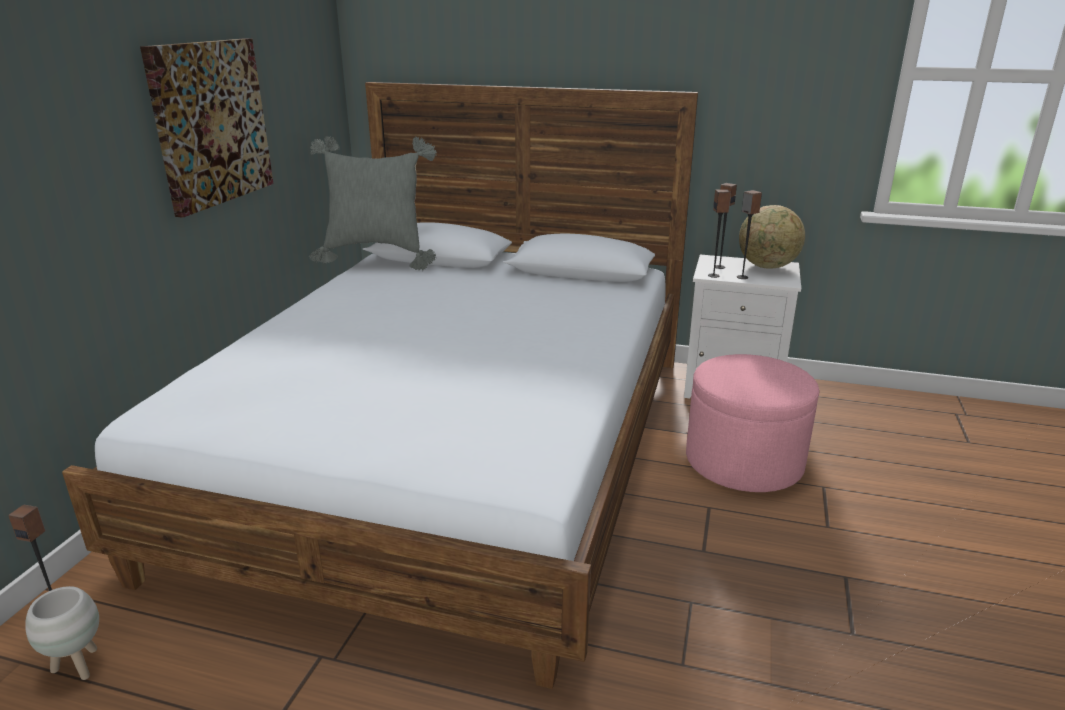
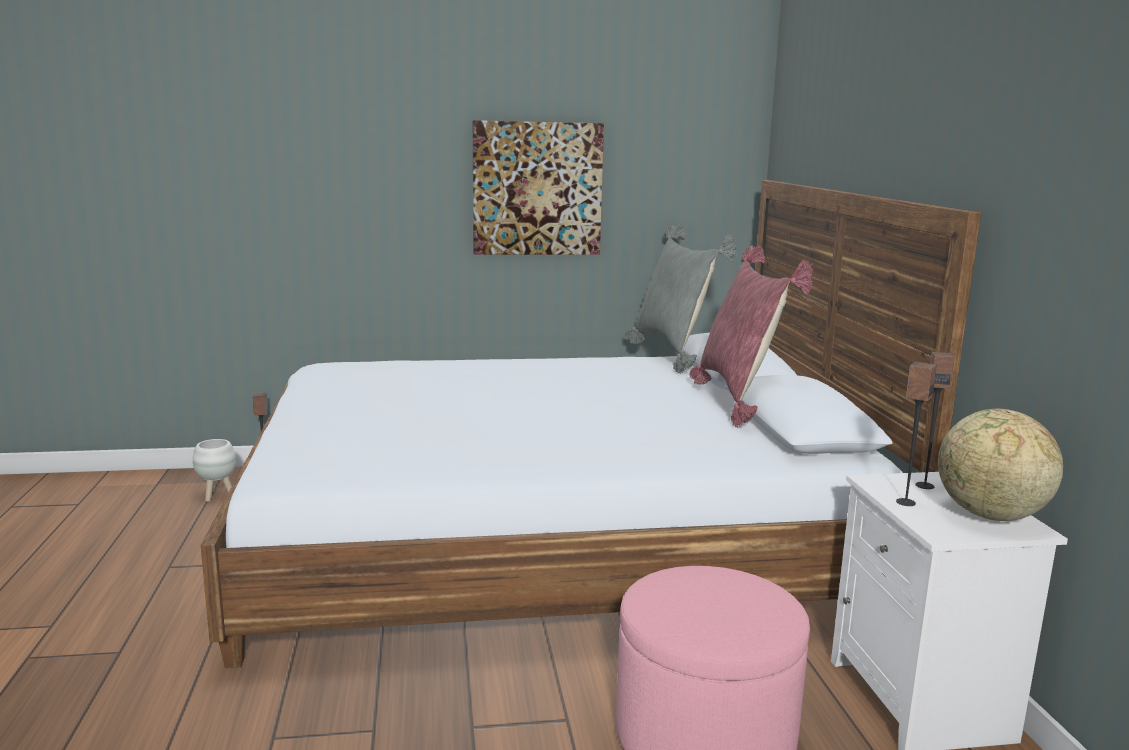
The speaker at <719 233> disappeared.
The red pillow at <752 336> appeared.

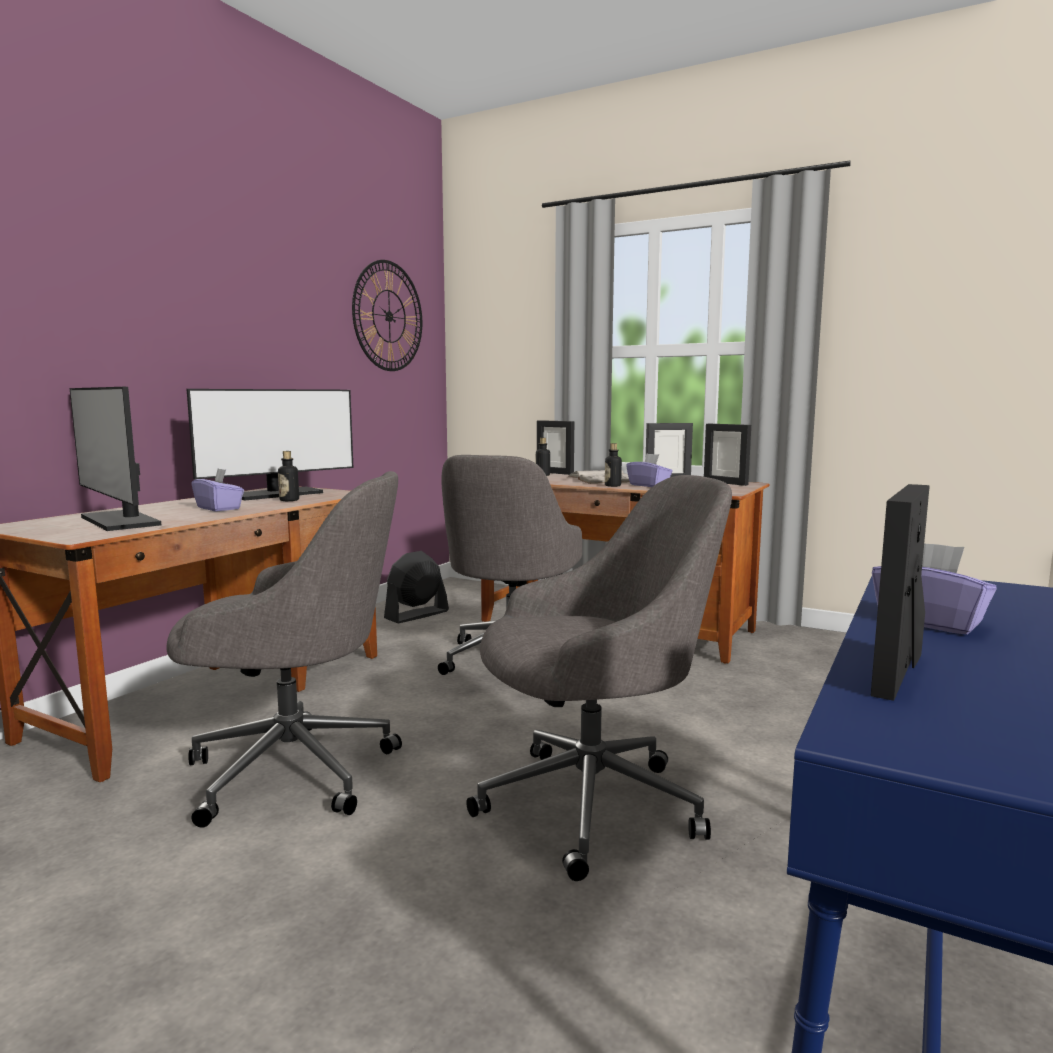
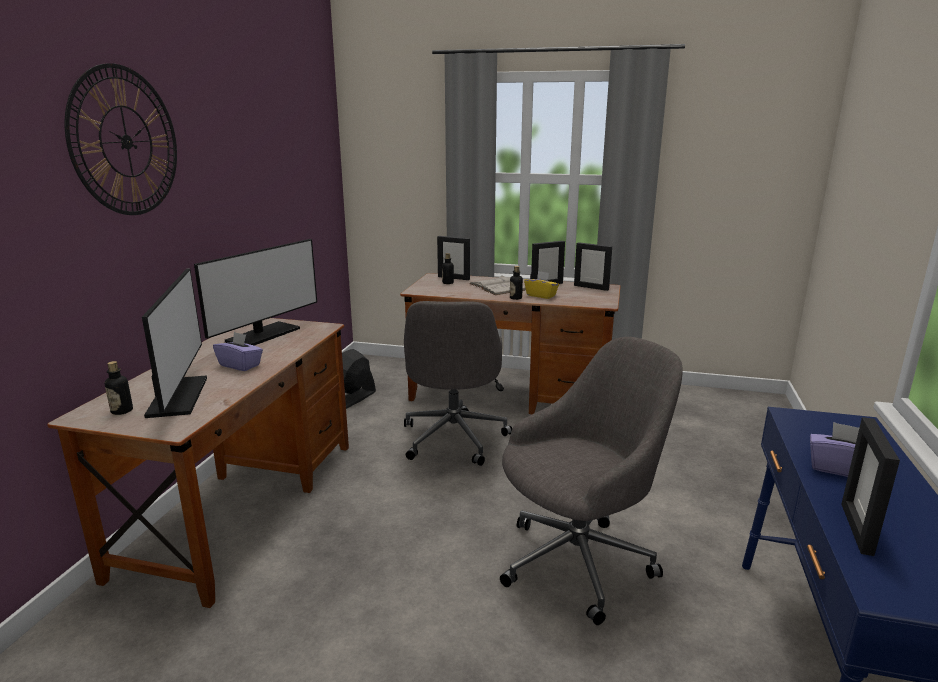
The wall clock moved from <387 315> to <121 139>.
The monitor at <115 459> turned 135 degrees counterclockwise.
The bottle moved from <288 476> to <119 388>.
The purple tissue box at <649 470> became the yellow tissue box at <541 285>.
The grey office chair at <284 649> disappeared.

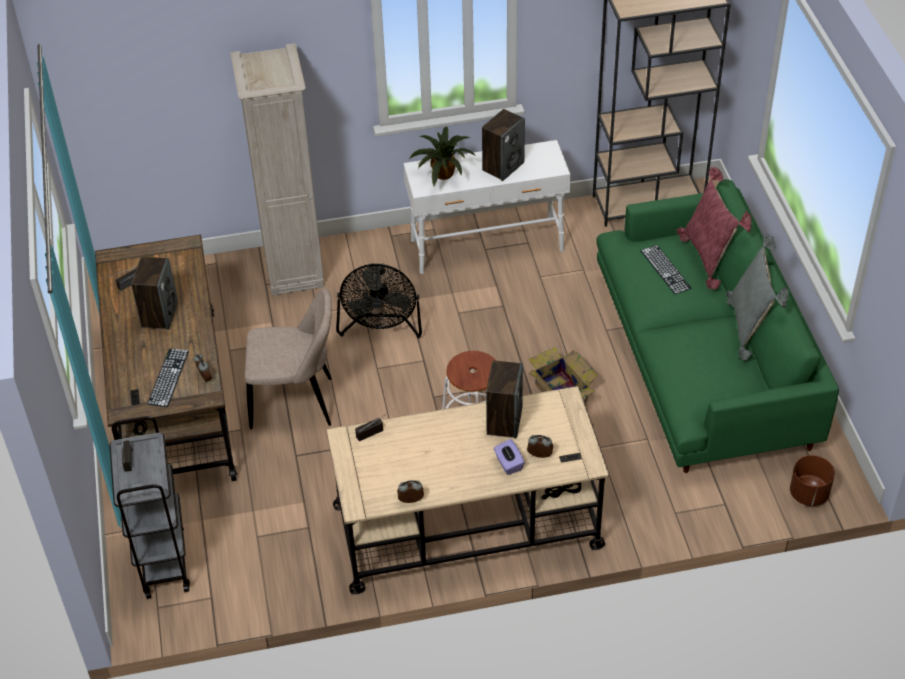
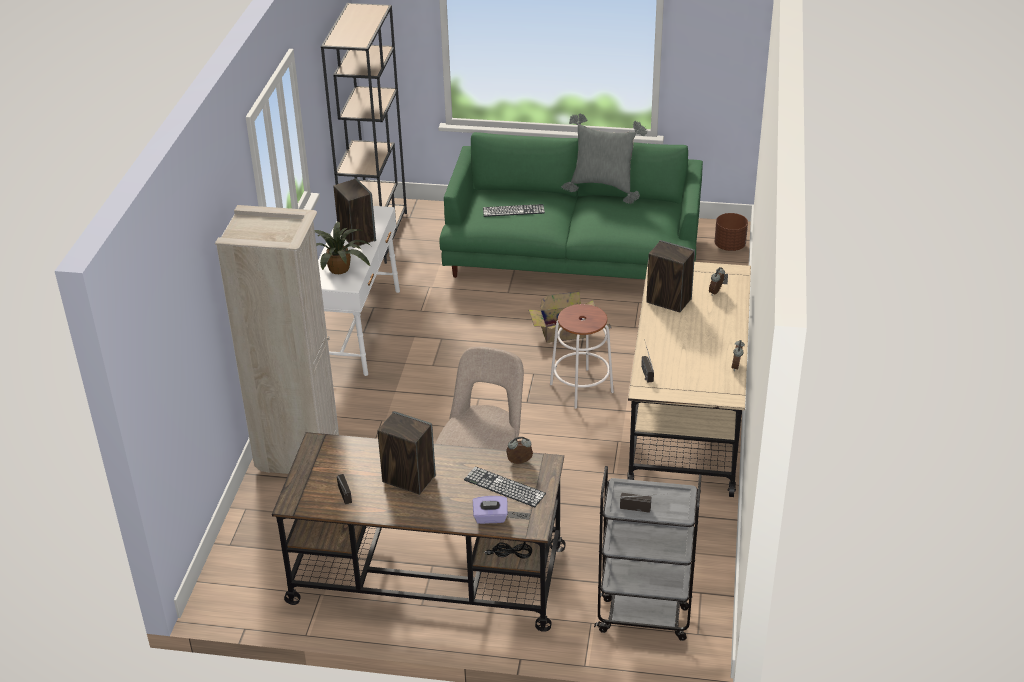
The red pillow at <714 228> disappeared.
The black fan at <379 301> disappeared.
The purple tissue box moved from <509 457> to <490 510>.

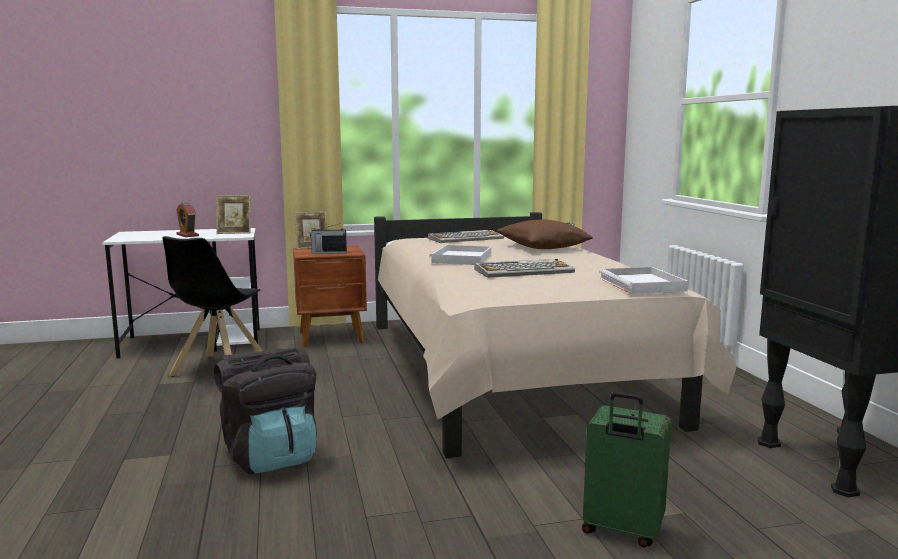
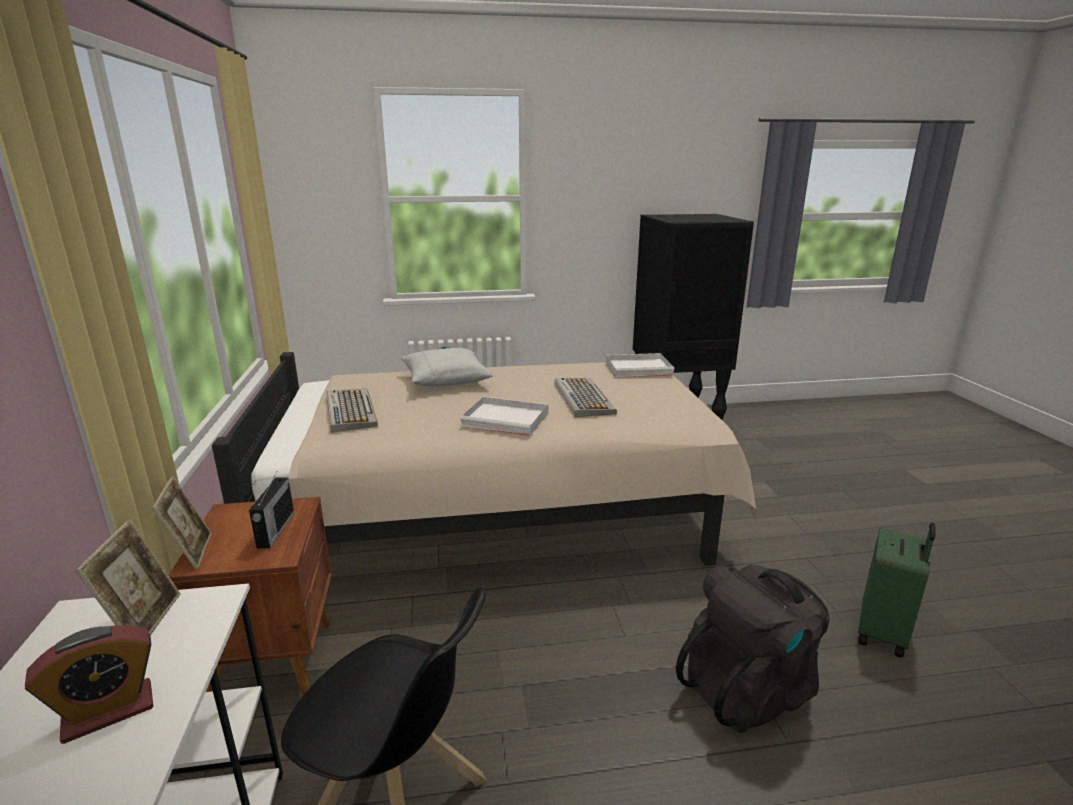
The brown pillow at <545 234> became the grey pillow at <446 366>.
The green suitcase moved from <627 469> to <897 590>.

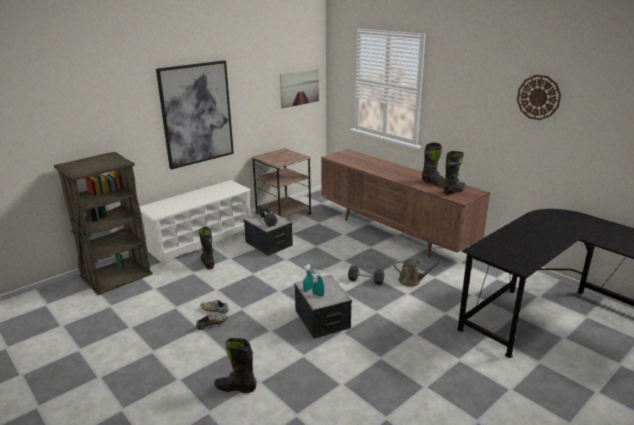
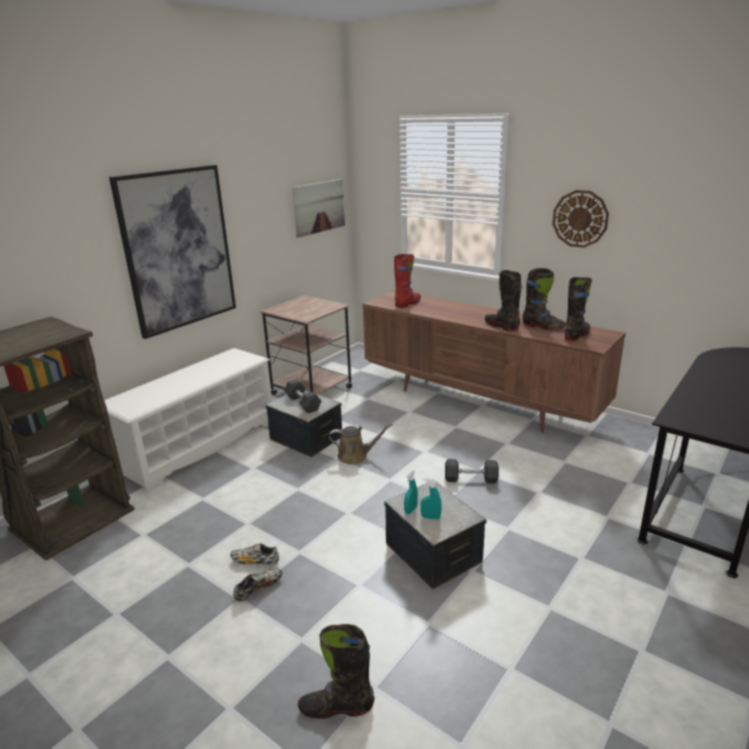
The wall clock moved from <539 97> to <580 219>.
The black boot moved from <207 248> to <503 300>.
The brown watering can moved from <418 273> to <361 444>.
The red boot at <407 281> appeared.

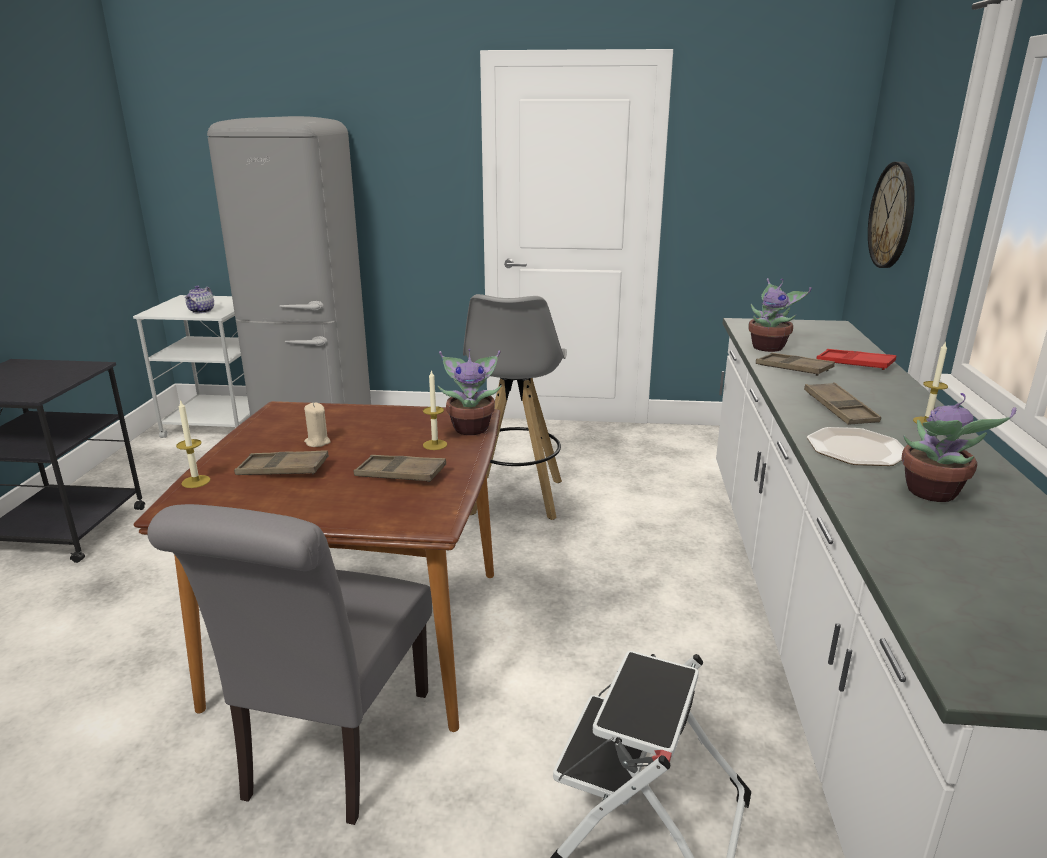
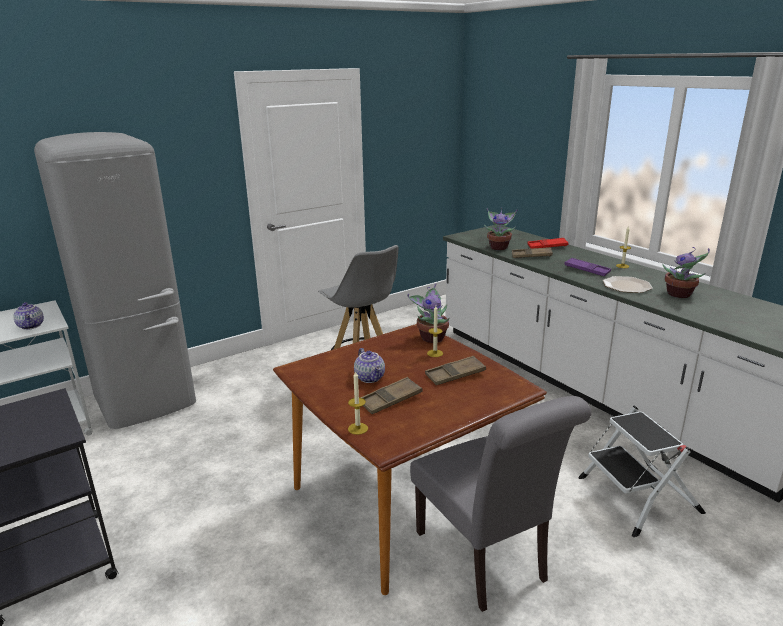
The wall clock at <891 215> disappeared.
The brown tray at <842 403> became the purple tray at <587 267>.
The beige candle at <317 425> was replaced by the teapot at <369 365>.

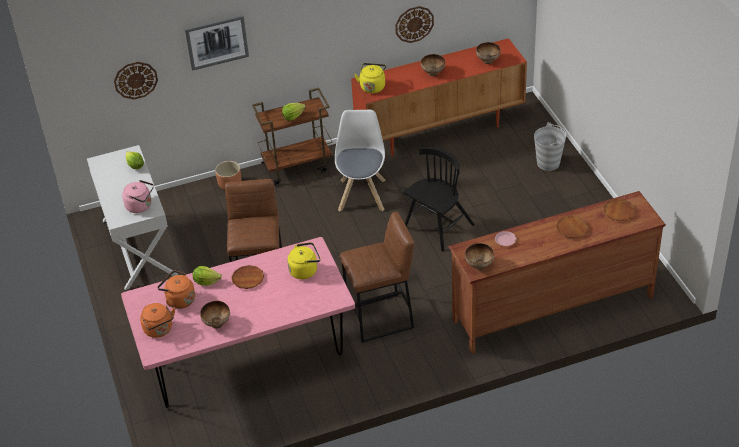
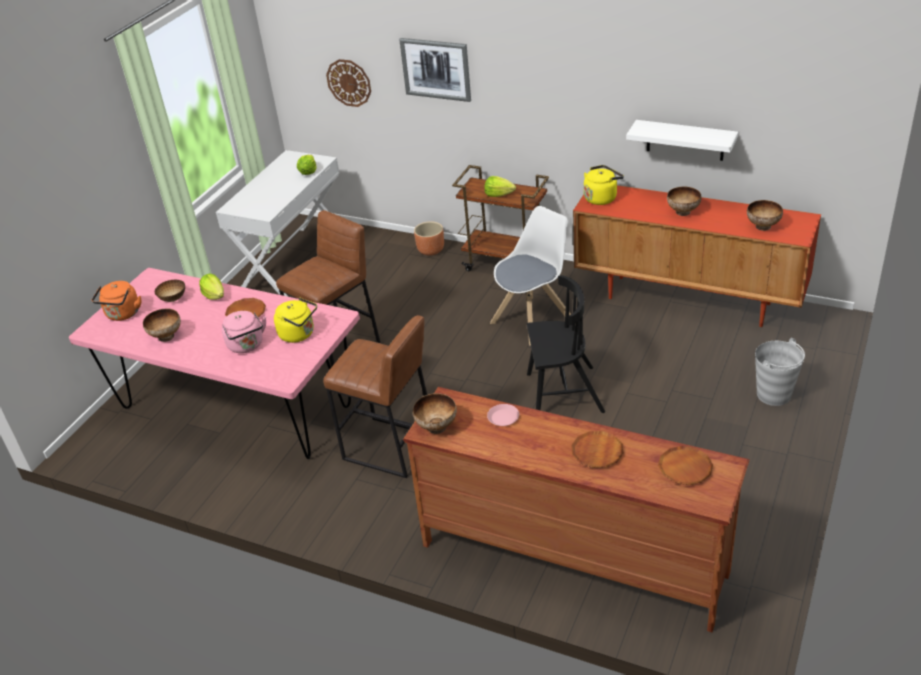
The wall clock at <414 24> was replaced by the white shelf at <682 140>.
The pink kettle moved from <138 196> to <244 332>.
The orange kettle at <176 290> was replaced by the bowl at <170 290>.

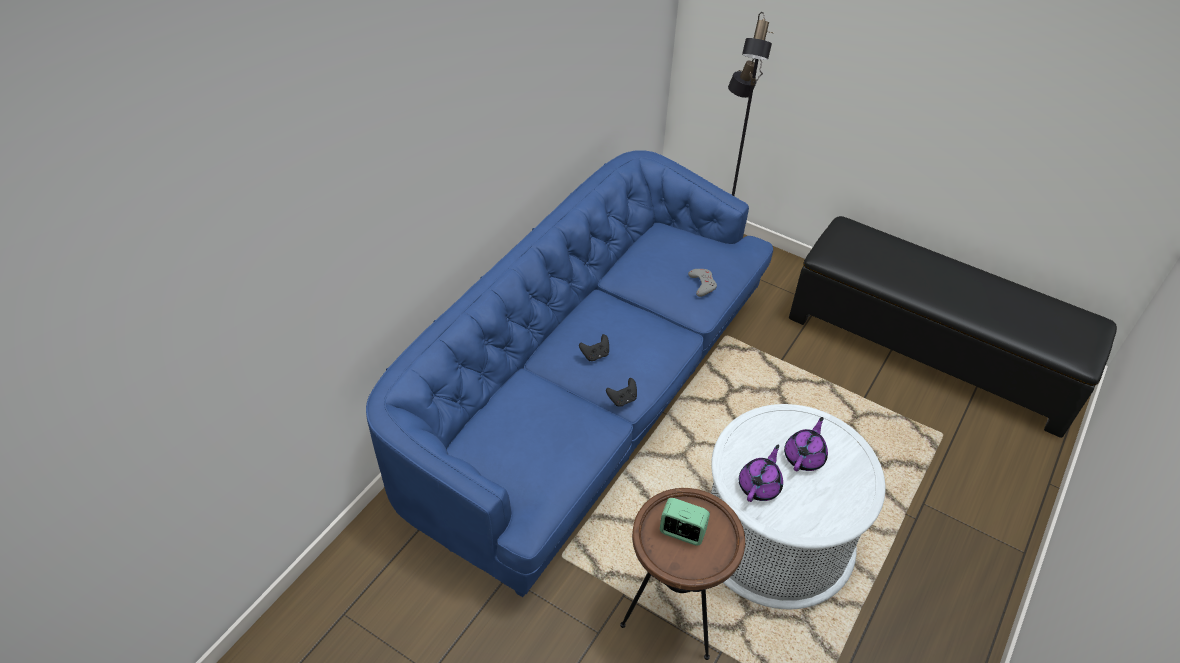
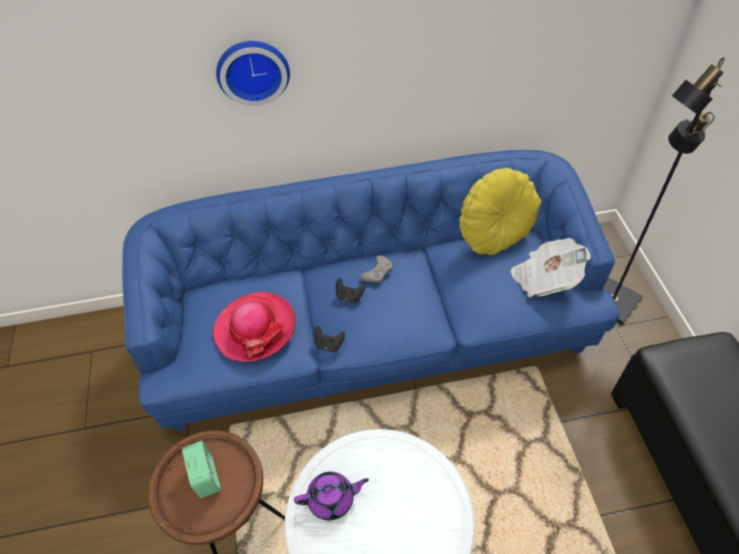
The grey game controller moved from <702 283> to <376 269>.
The purple teapot at <806 444> disappeared.
The wall clock at <253 73> appeared.
The yellow pillow at <500 211> appeared.
The newspaper at <550 267> appeared.
The hat at <253 327> appeared.

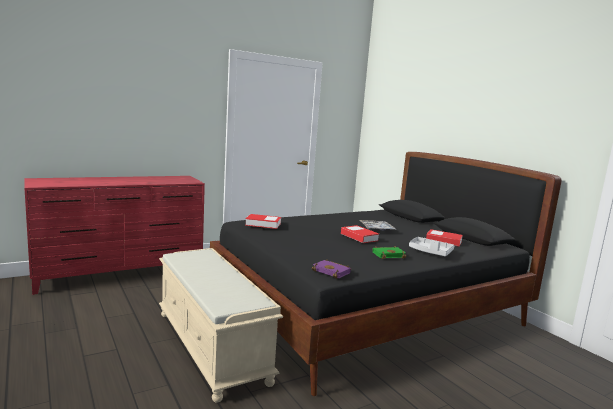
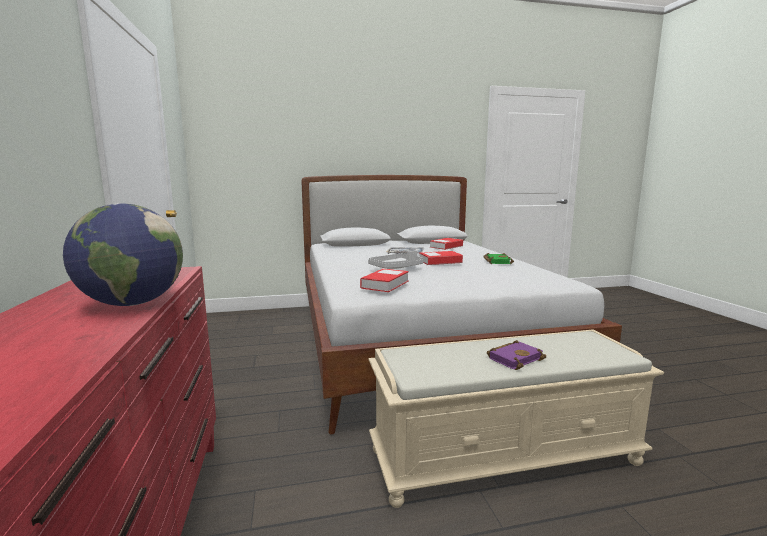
The black bed at <386 274> became the white bed at <461 304>.
The grey tray moved from <431 246> to <396 259>.
The purple book moved from <331 269> to <516 355>.
The globe at <123 254> appeared.

